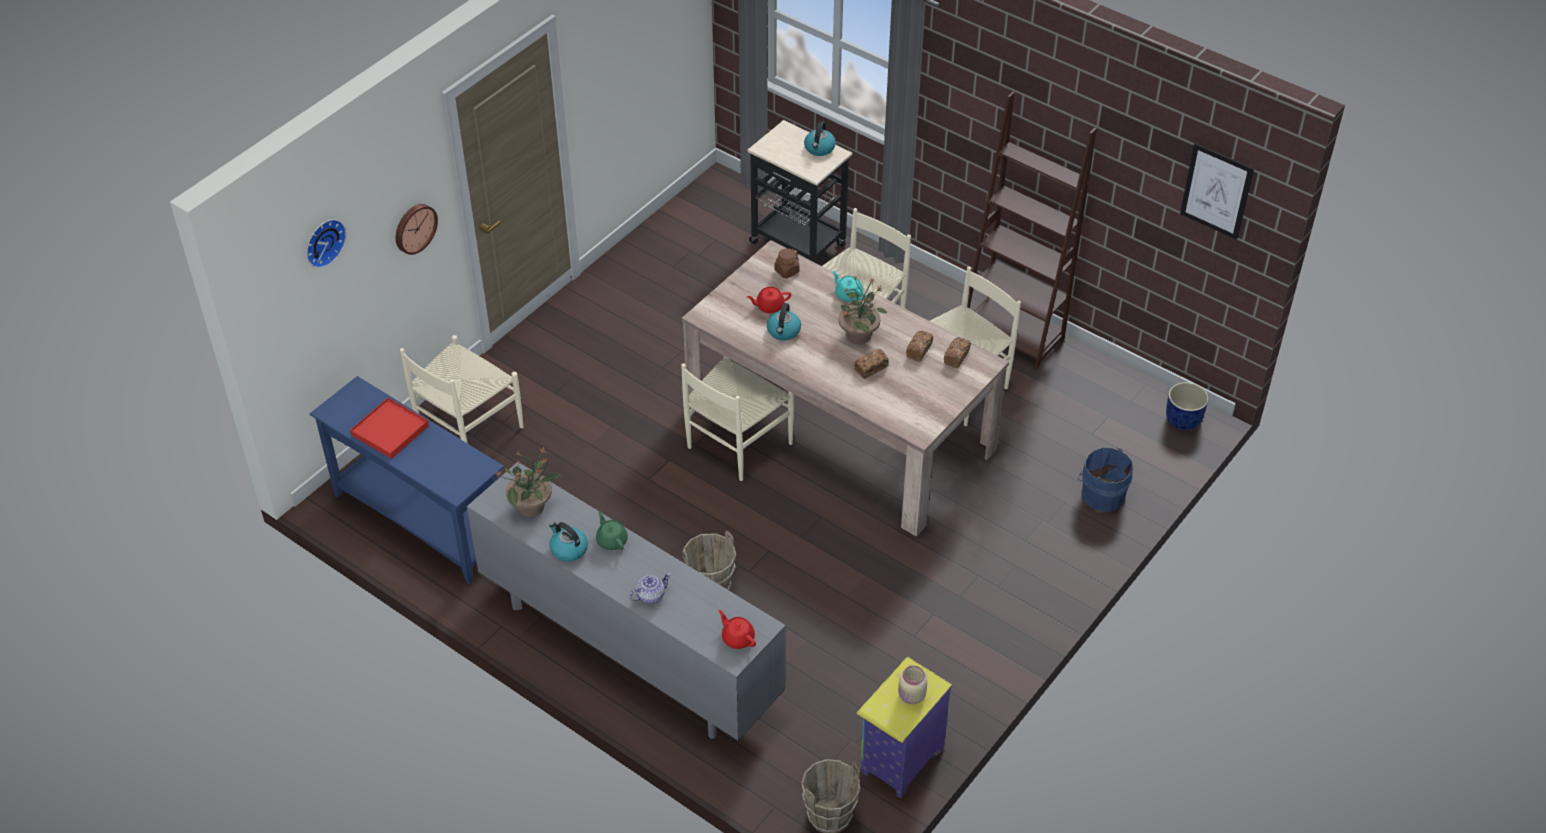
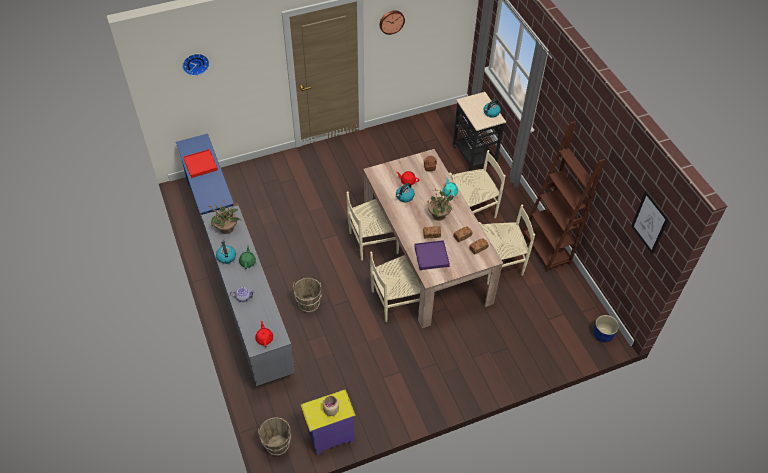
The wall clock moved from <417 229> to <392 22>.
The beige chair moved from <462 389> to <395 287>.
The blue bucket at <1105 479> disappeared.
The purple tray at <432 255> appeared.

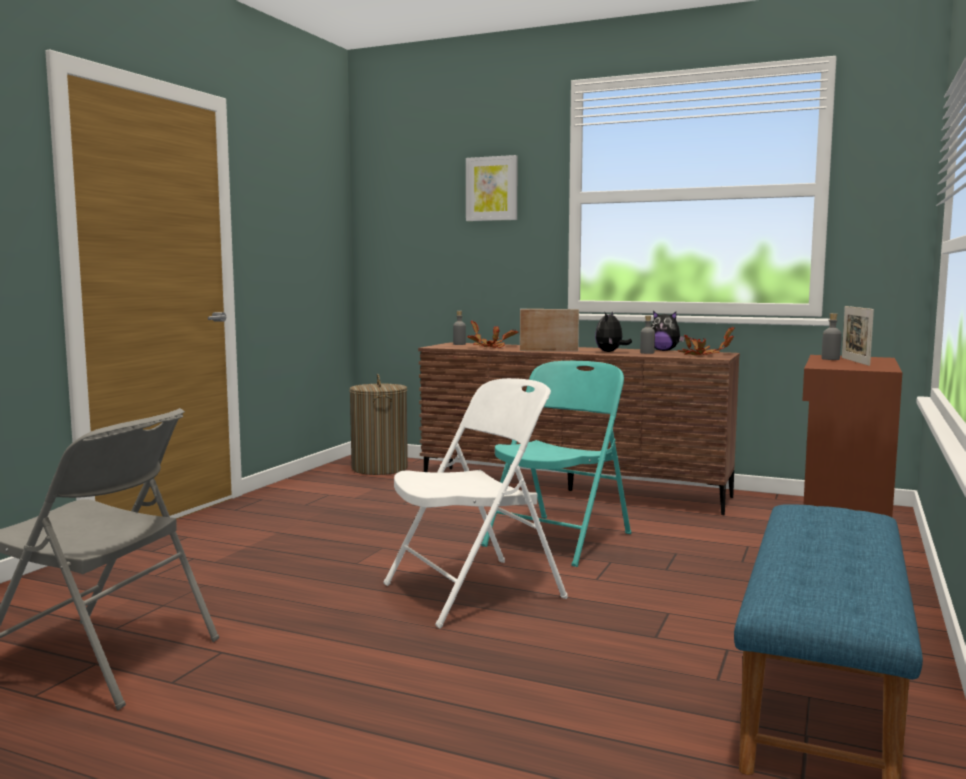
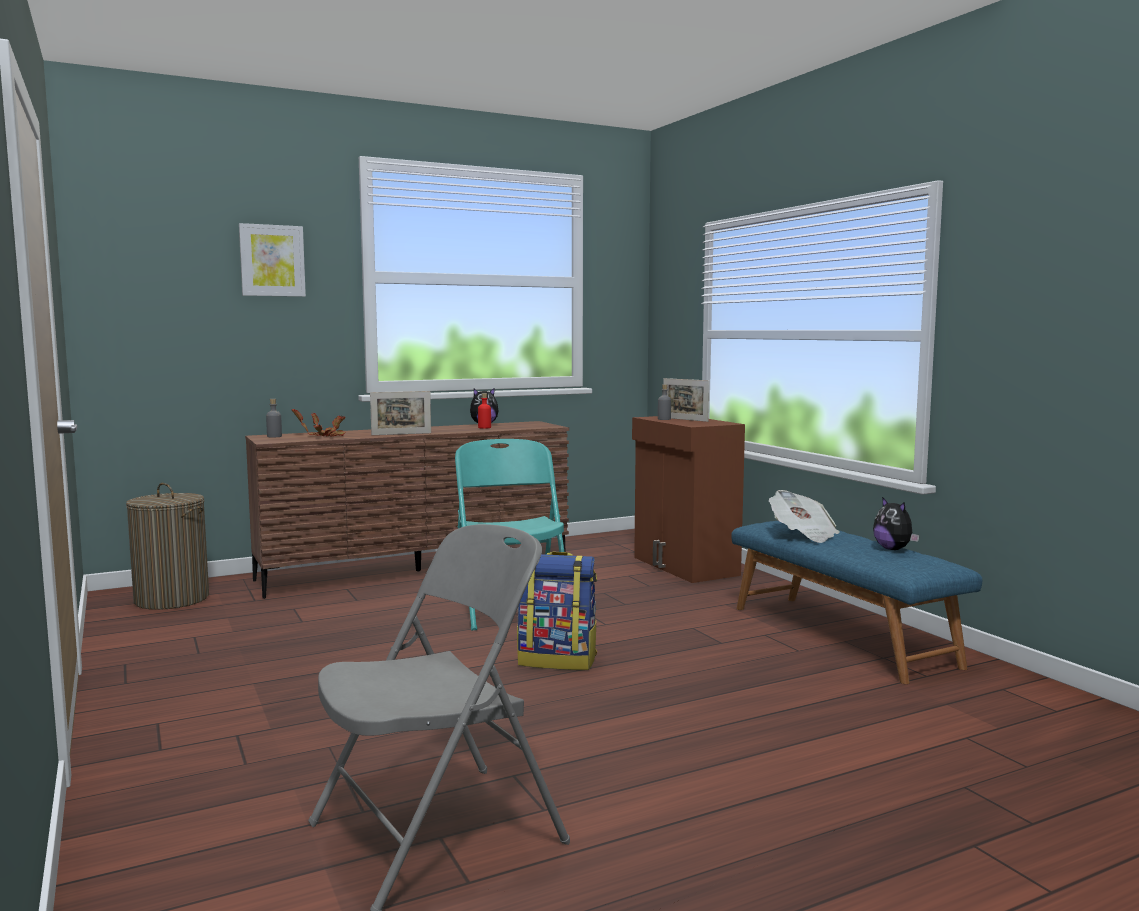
The picture frame at <549 330> turned 150 degrees counterclockwise.
The plush toy moved from <613 332> to <896 523>.
The grey bottle at <647 334> became the red bottle at <484 411>.
The potted plant at <706 341> disappeared.
The white chair at <476 503> was replaced by the backpack at <557 610>.
The newspaper at <804 516> appeared.

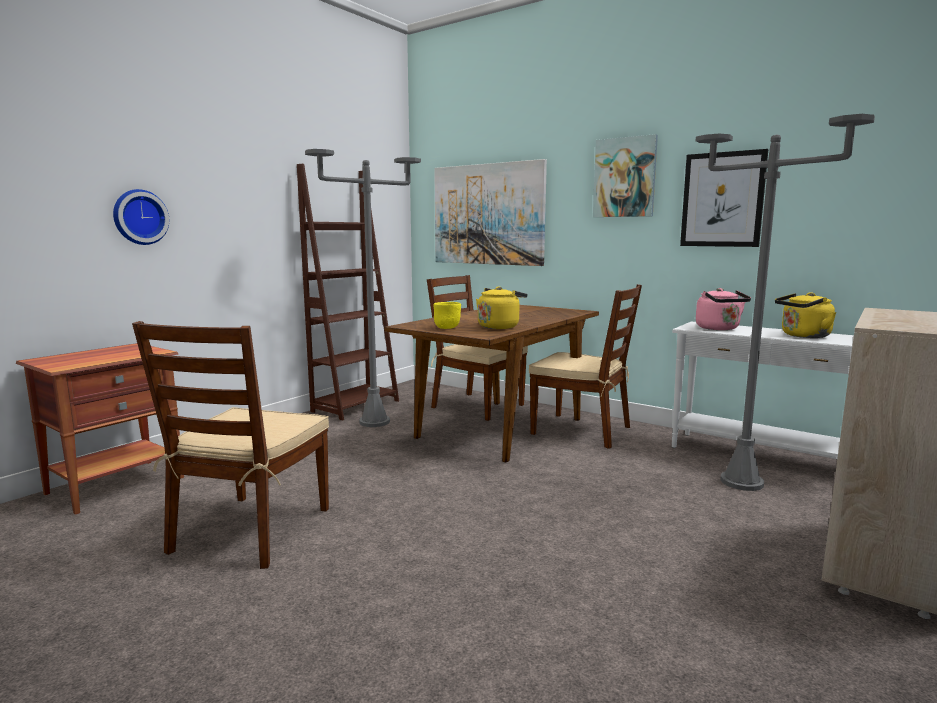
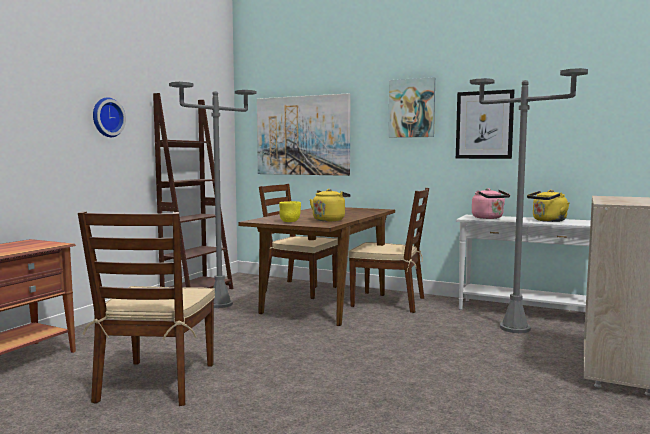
The wall clock moved from <141 217> to <109 117>.

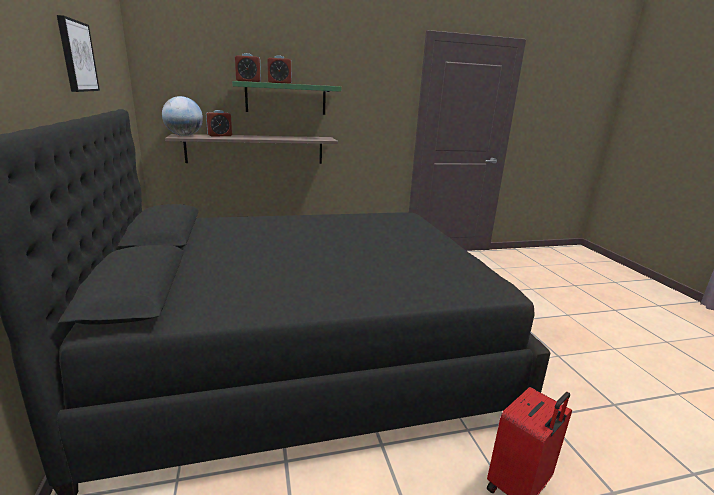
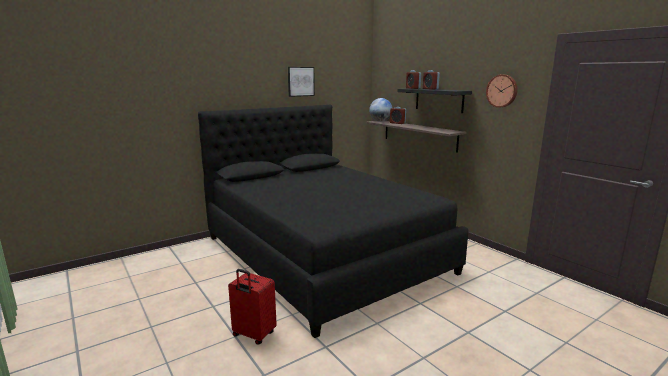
The green shelf at <286 98> became the black shelf at <434 100>.
The wall clock at <502 91> appeared.

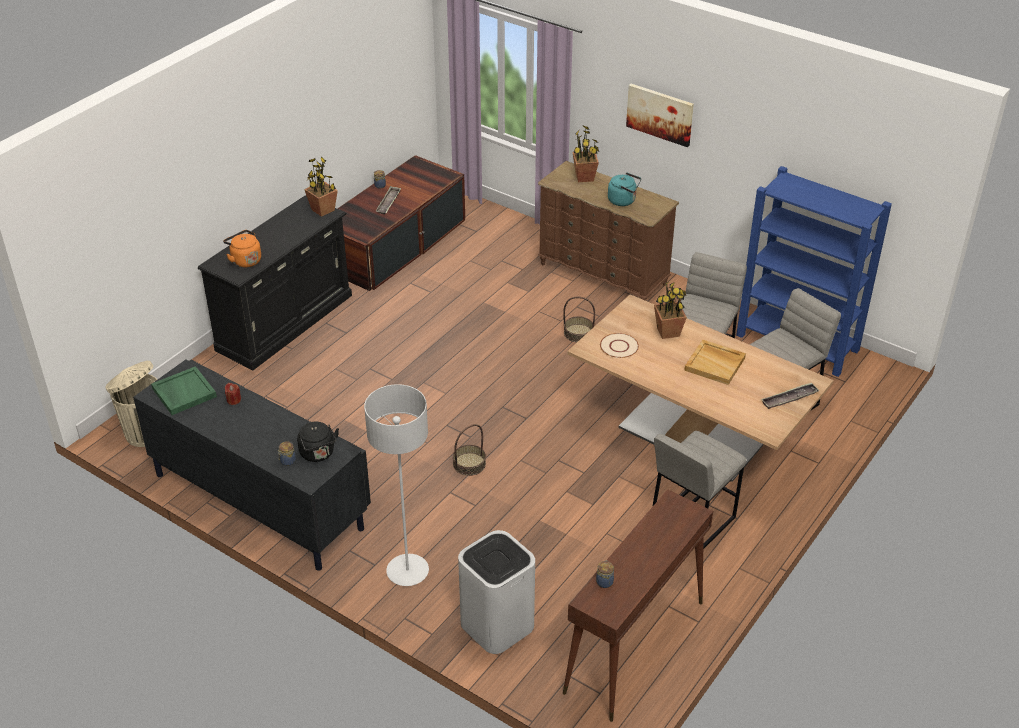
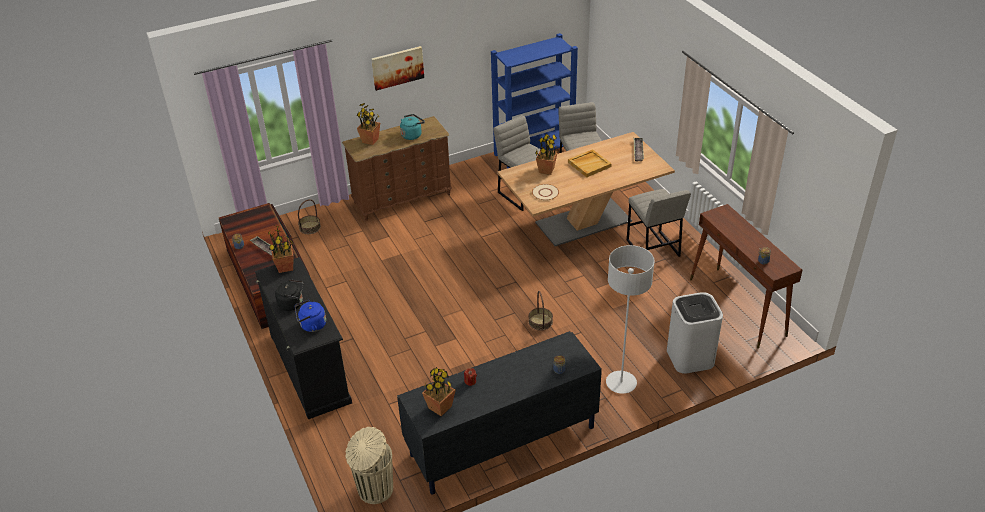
The orange kettle at <242 249> became the blue kettle at <310 316>.
The basket moved from <579 319> to <309 216>.
The green tray at <184 390> was replaced by the potted plant at <439 391>.
The black kettle moved from <318 442> to <289 295>.

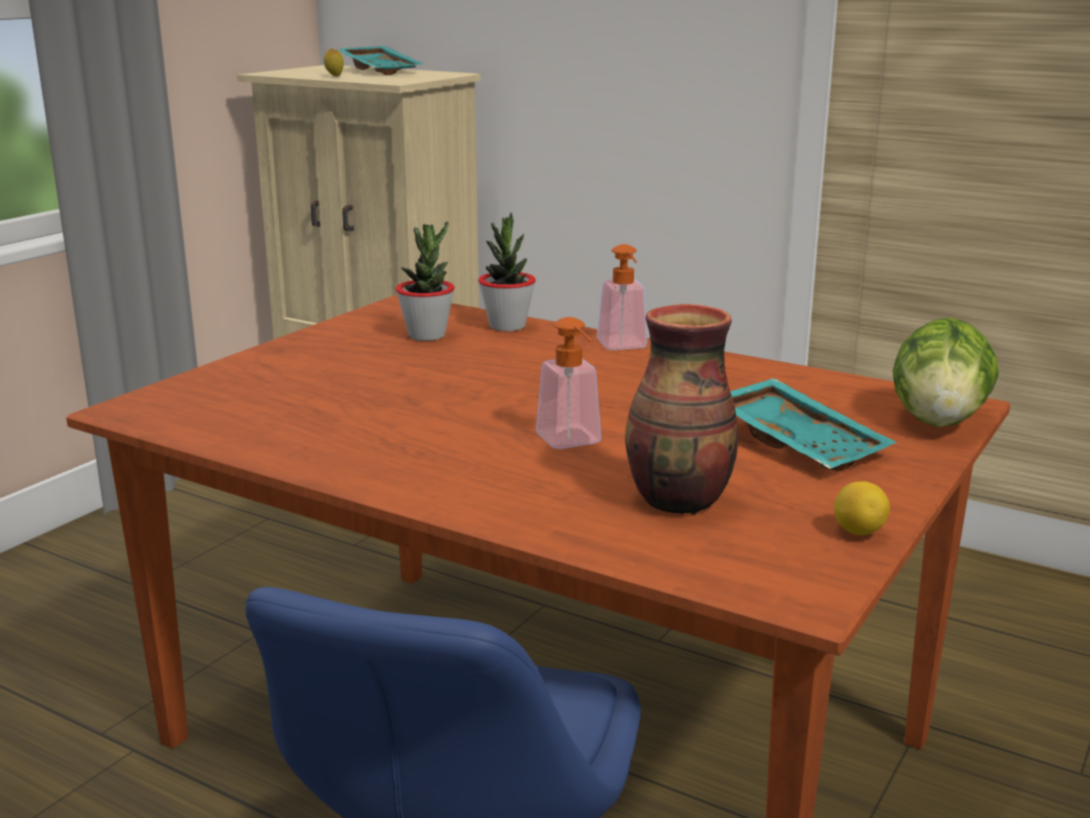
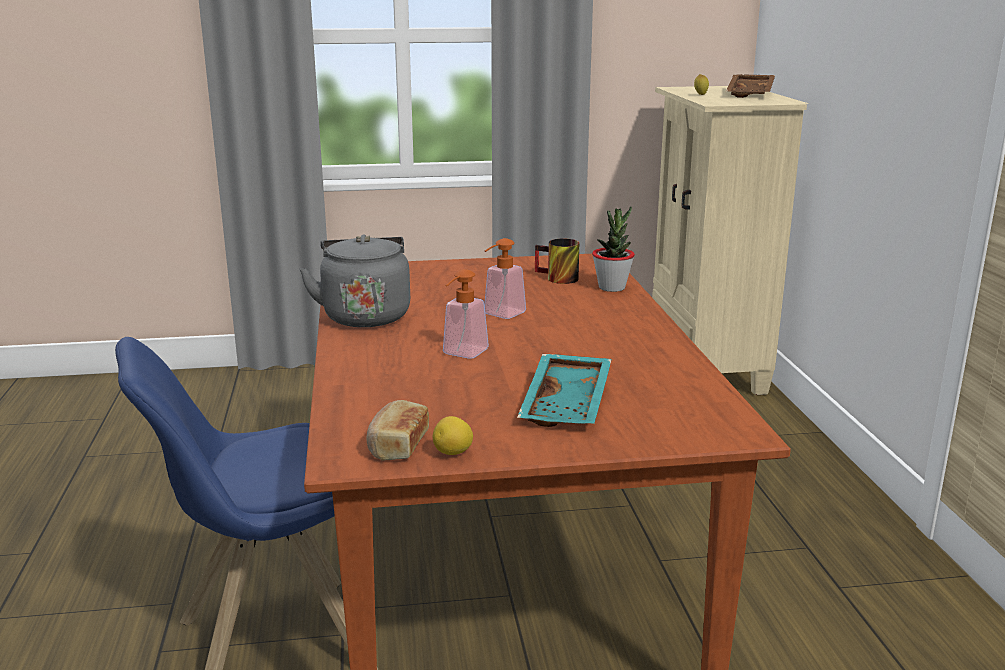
The turquoise tray at <381 60> became the brown tray at <750 86>.
The potted plant at <425 281> was replaced by the mug at <557 261>.
The soap dispenser moved from <622 297> to <505 278>.
The vase at <681 409> disappeared.
The lettuce at <946 372> disappeared.
The grey kettle at <354 280> appeared.
The bread at <398 430> appeared.

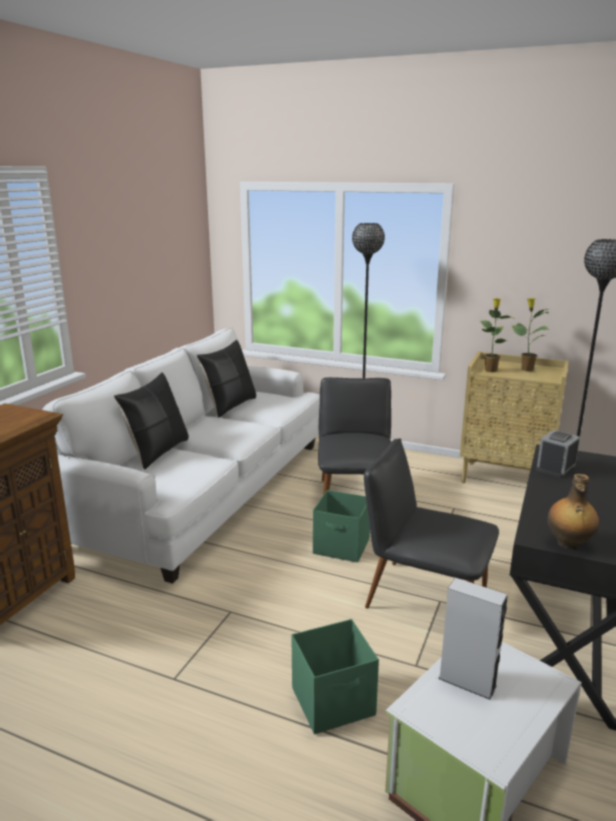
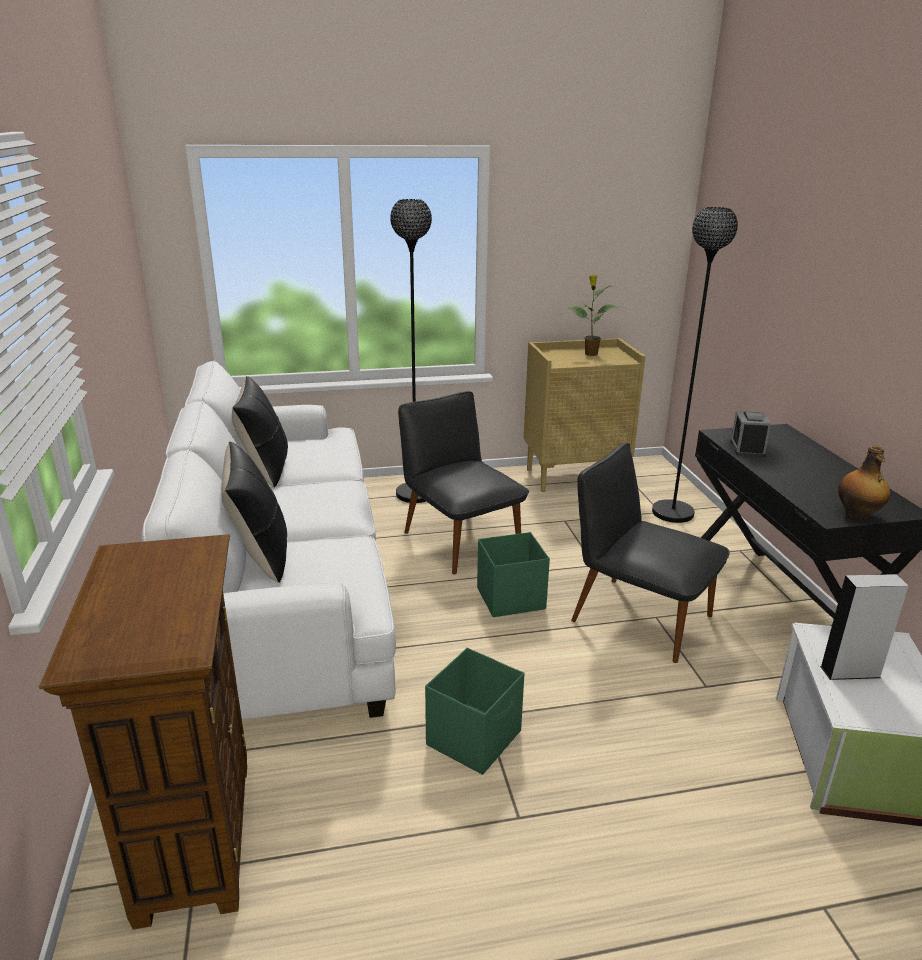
The potted plant at <497 335> disappeared.
The black chair at <431 524> turned 45 degrees clockwise.
The green storage box moved from <335 676> to <474 711>.

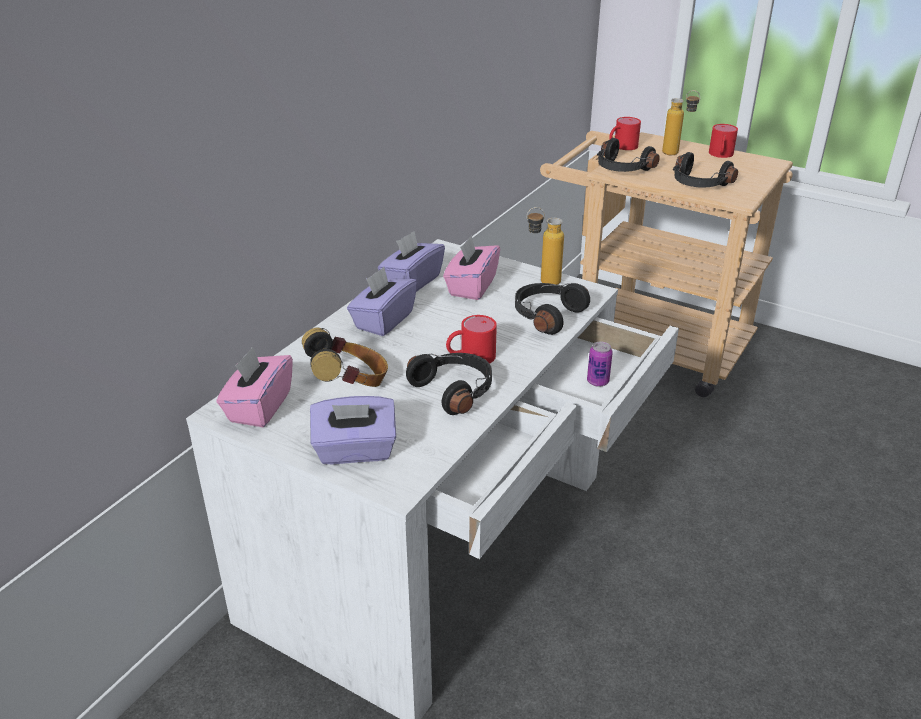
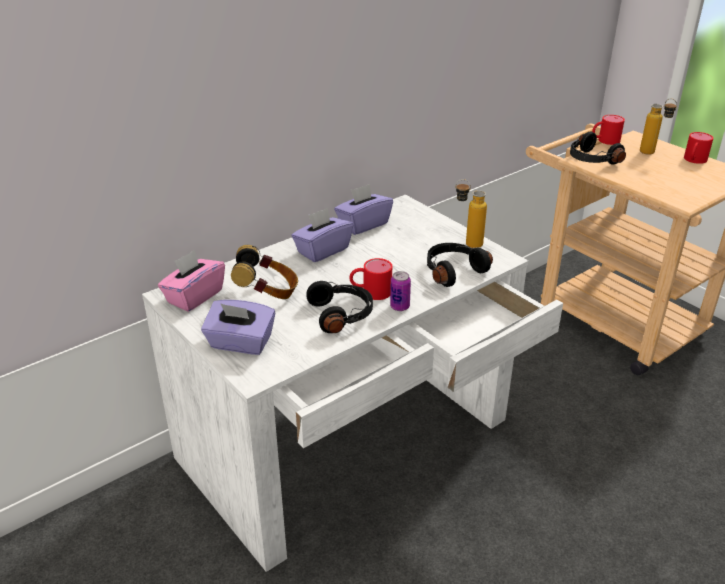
The black headphones at <705 170> disappeared.
The pink tissue box at <471 267> disappeared.
The can moved from <600 364> to <400 291>.

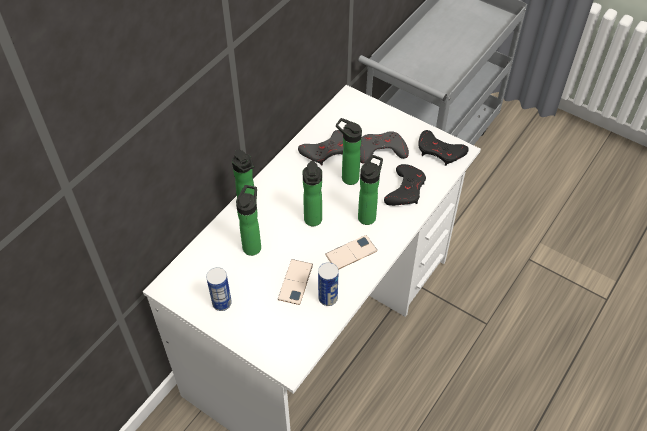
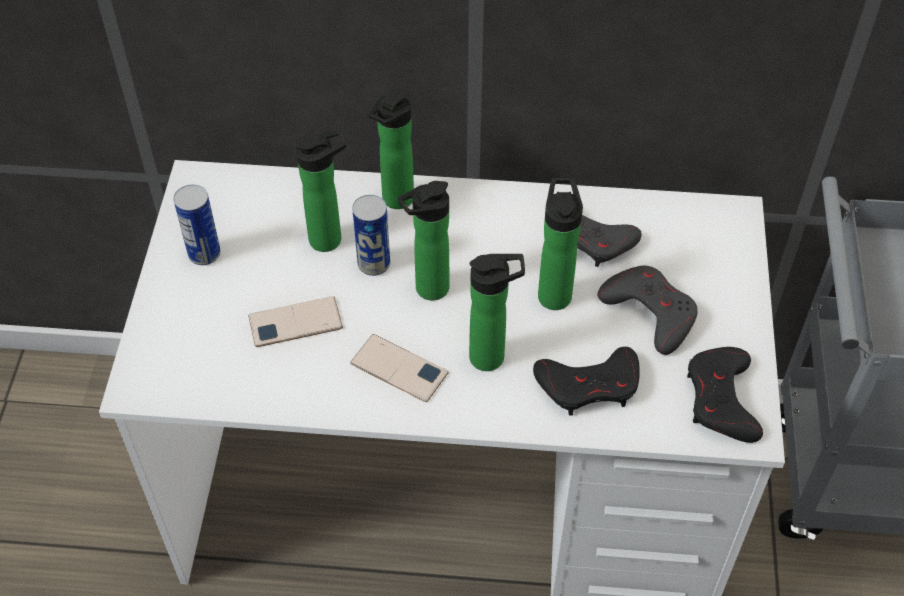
The can moved from <328 284> to <371 235>.

